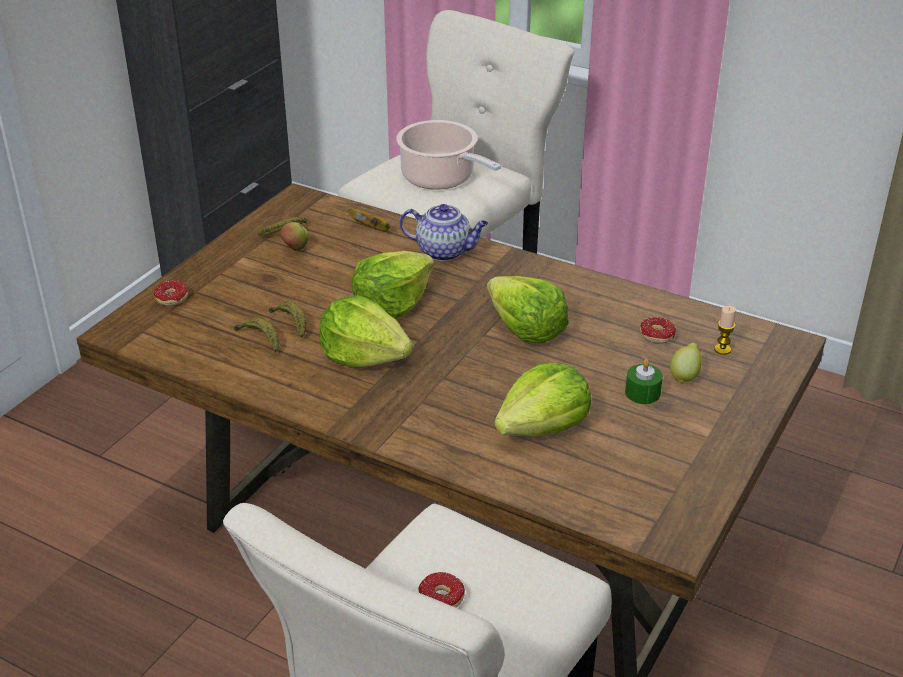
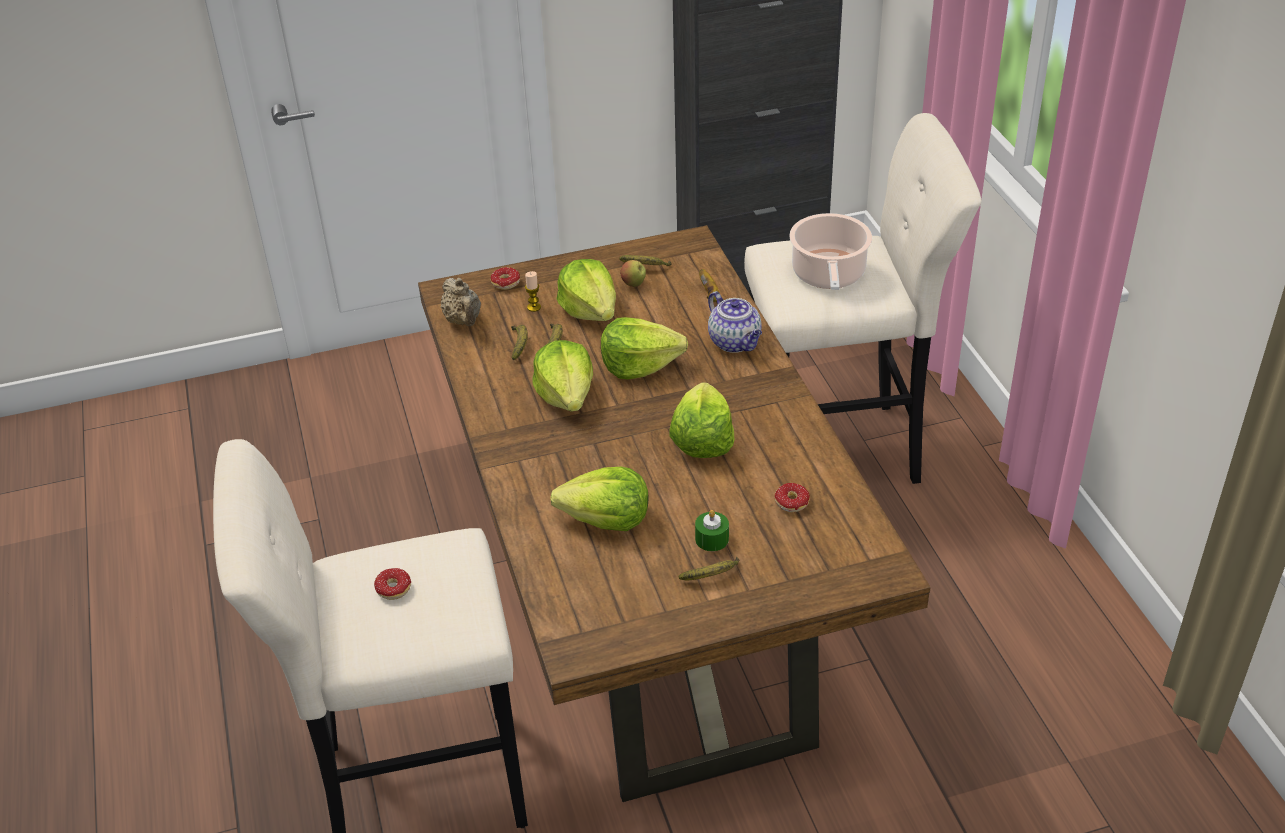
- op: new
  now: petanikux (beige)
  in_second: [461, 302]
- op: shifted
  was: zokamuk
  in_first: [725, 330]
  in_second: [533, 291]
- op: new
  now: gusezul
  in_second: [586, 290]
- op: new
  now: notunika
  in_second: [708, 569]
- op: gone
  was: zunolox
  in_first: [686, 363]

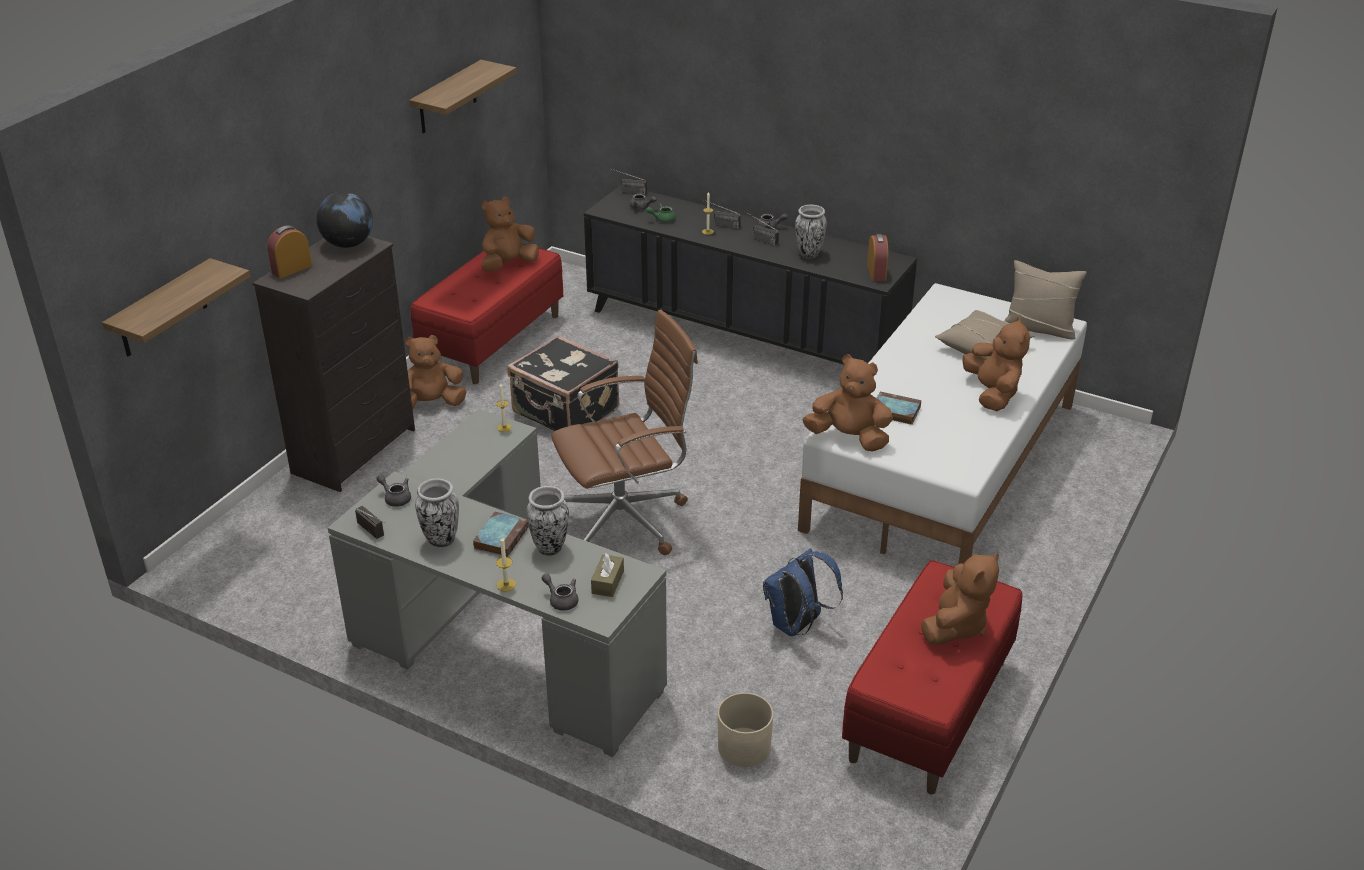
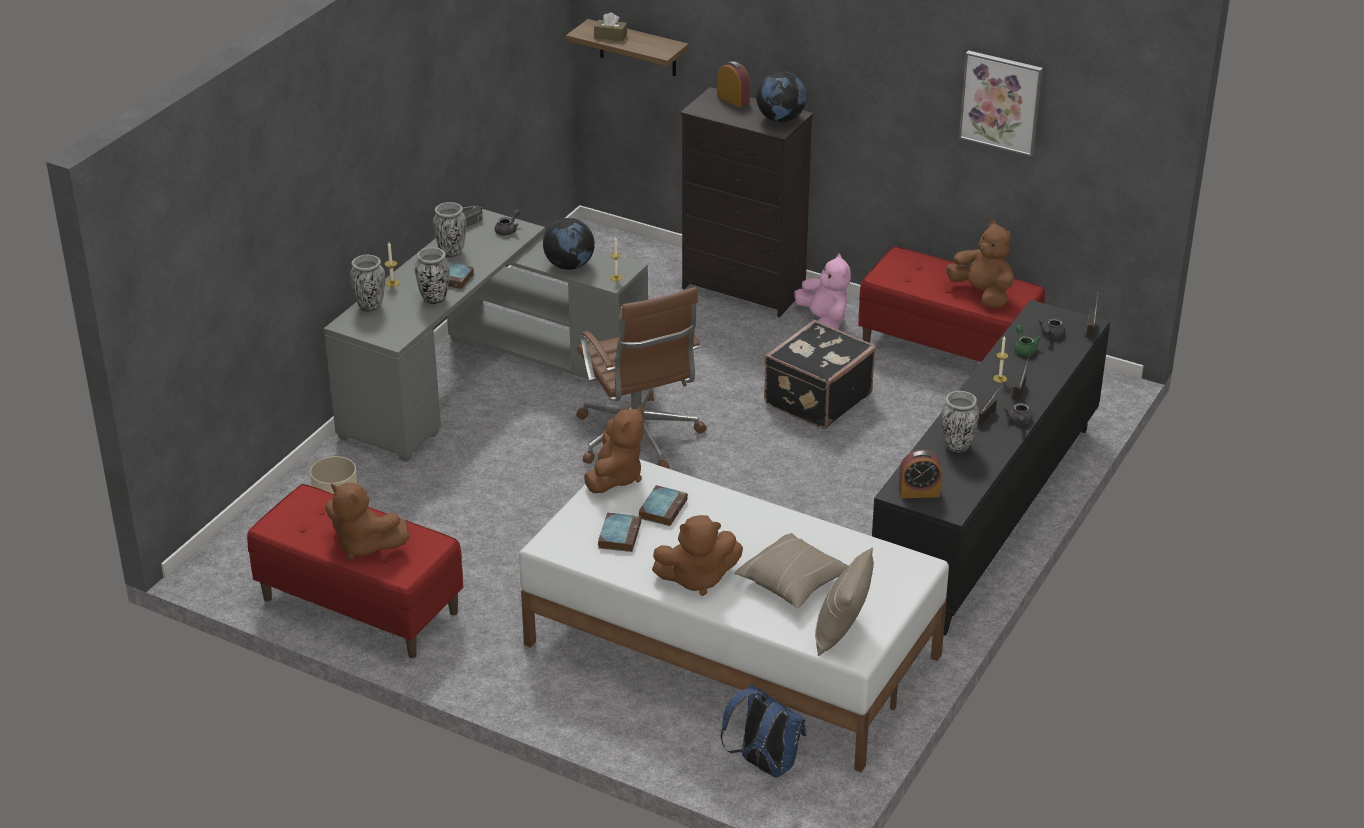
- op: swapped
  was: petanikux (grey)
  now: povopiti
  in_first: [559, 592]
  in_second: [367, 283]
- op: new
  now: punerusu
  in_second: [569, 244]
- op: shifted
  was: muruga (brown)
  in_first: [607, 575]
  in_second: [610, 26]
- op: new
  now: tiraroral
  in_second: [619, 532]
- op: shifted
  was: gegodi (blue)
  in_first: [803, 592]
  in_second: [764, 731]
- op: repainted
  was: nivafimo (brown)
  now: nivafimo (pink)
  in_first: [436, 372]
  in_second: [822, 291]
- op: swapped
  was: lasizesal
  now: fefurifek
  in_first: [463, 96]
  in_second: [1001, 103]

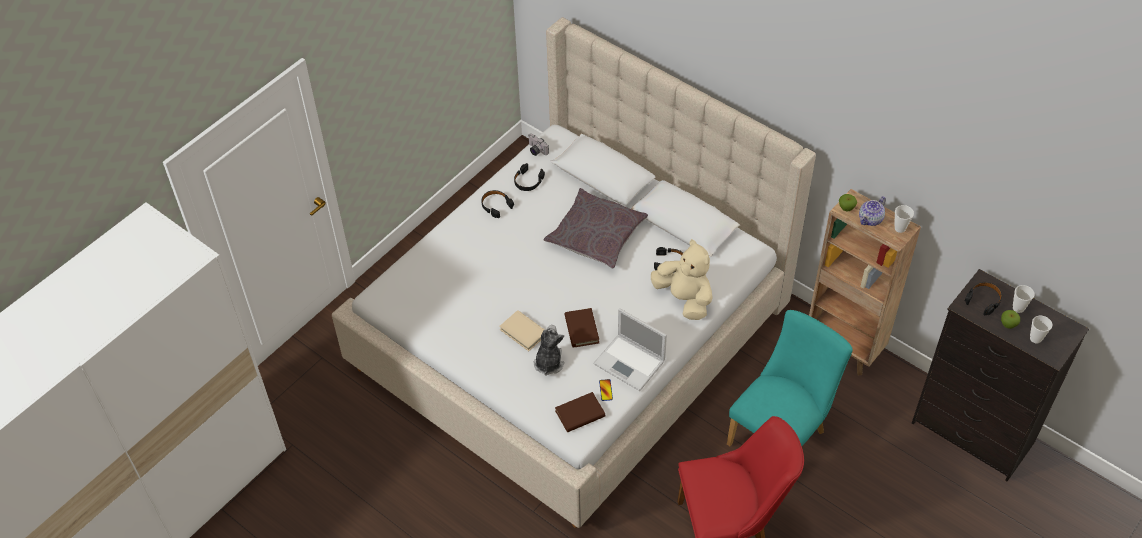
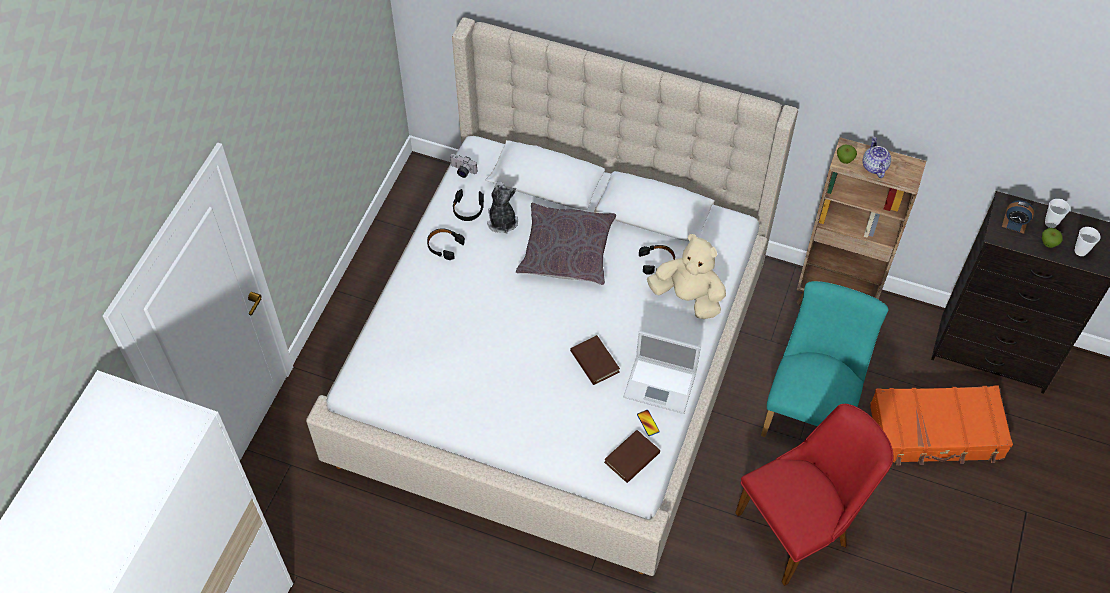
- op: shifted
  was: nivafimo
  in_first: [549, 350]
  in_second: [502, 207]
- op: rotated
  was: petanikux
  in_first: [872, 211]
  in_second: [876, 157]
  clockwise: 150
- op: new
  now: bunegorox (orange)
  in_second: [941, 425]
- op: swapped
  was: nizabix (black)
  now: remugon
  in_first: [983, 298]
  in_second: [1018, 217]
- op: gone
  was: tiraroral (beige)
  in_first: [522, 330]
- op: gone
  was: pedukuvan
  in_first: [904, 219]

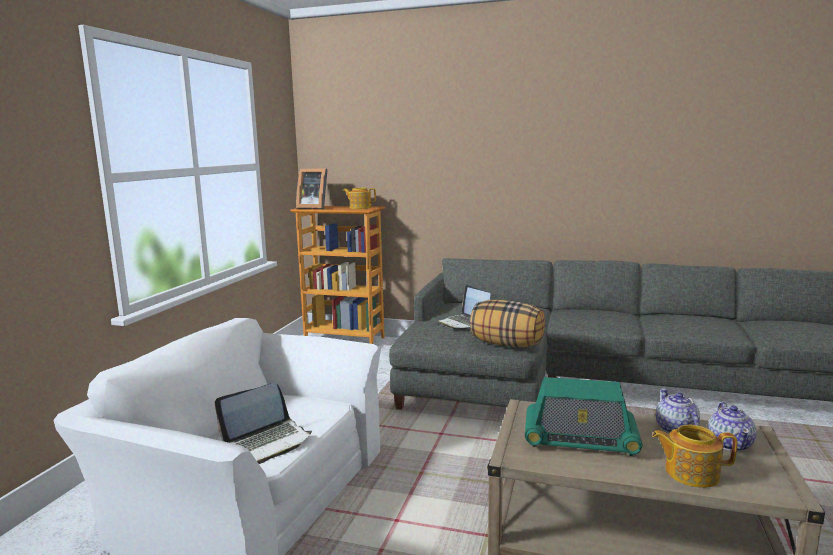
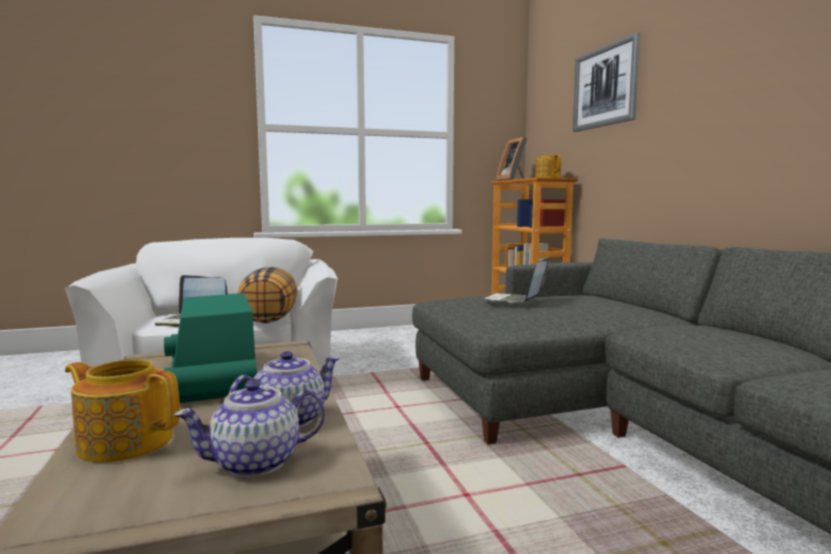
- op: rotated
  was: petanikux
  in_first: [694, 456]
  in_second: [122, 411]
  clockwise: -45
- op: shifted
  was: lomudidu
  in_first: [507, 323]
  in_second: [267, 295]
- op: new
  now: fefurifek
  in_second: [607, 82]

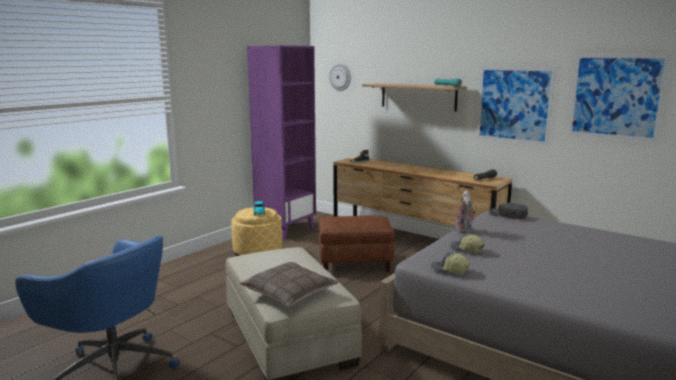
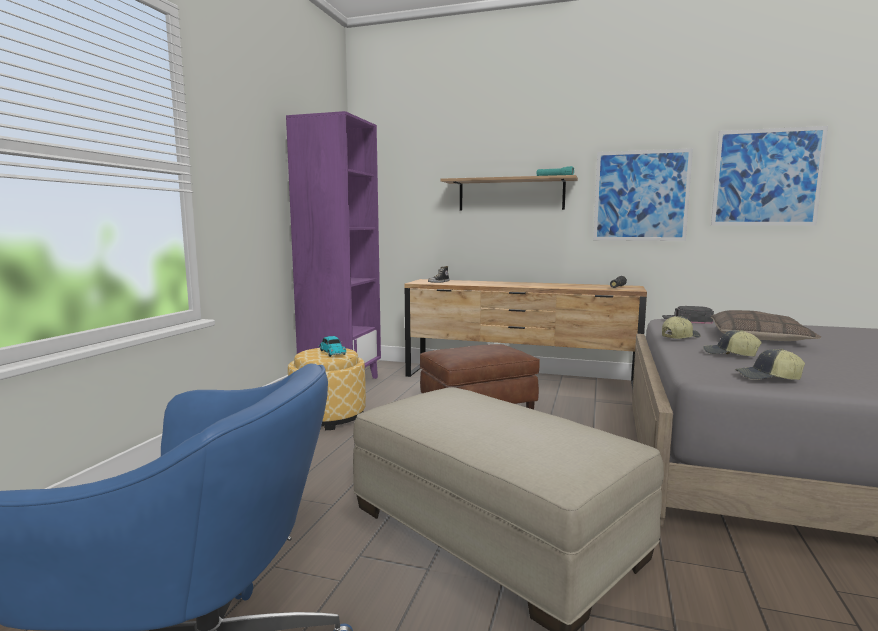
- op: swapped
  was: nivafimo
  now: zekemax
  in_first: [466, 211]
  in_second: [681, 327]
- op: shifted
  was: lomudidu
  in_first: [289, 284]
  in_second: [766, 325]
- op: gone
  was: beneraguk
  in_first: [340, 77]

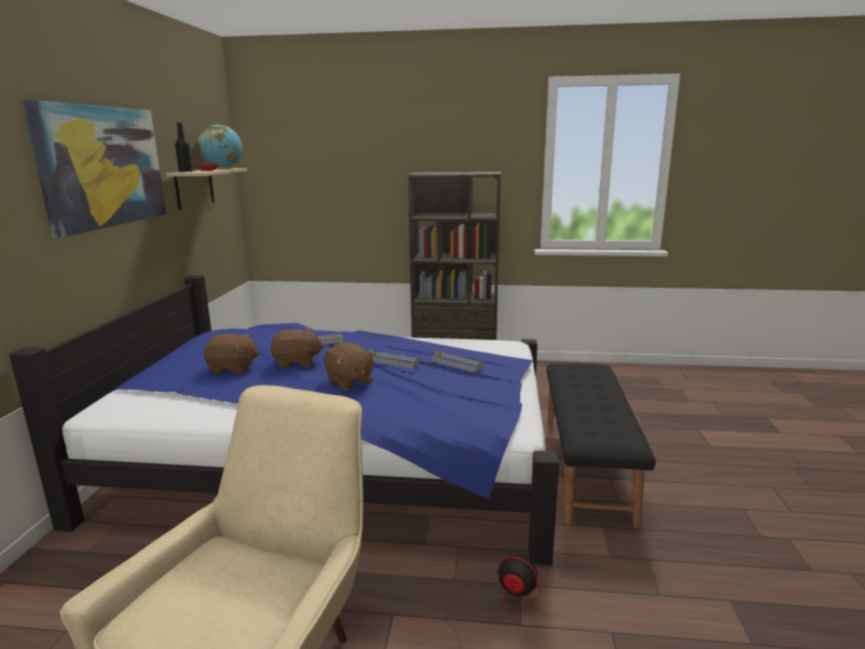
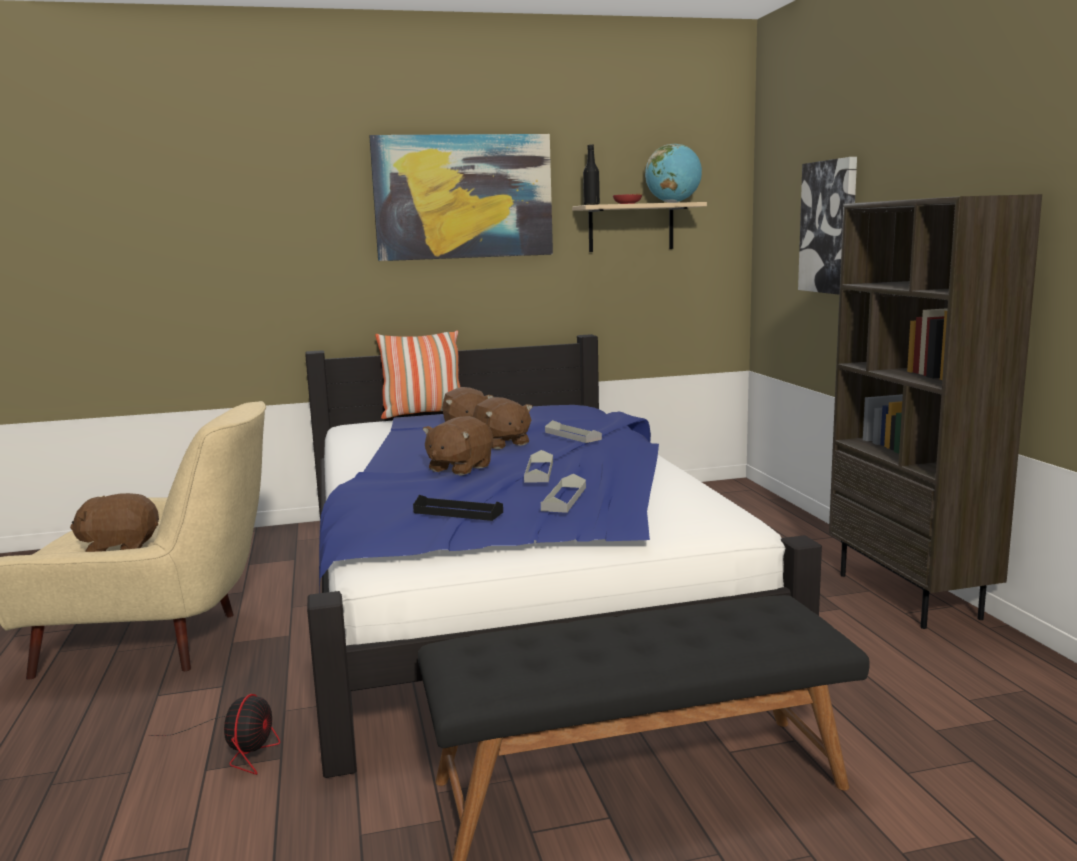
- op: new
  now: nivafimo (brown)
  in_second: [114, 522]
- op: new
  now: lomudidu
  in_second: [417, 374]
- op: new
  now: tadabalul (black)
  in_second: [458, 508]
- op: new
  now: fefurifek
  in_second: [827, 226]

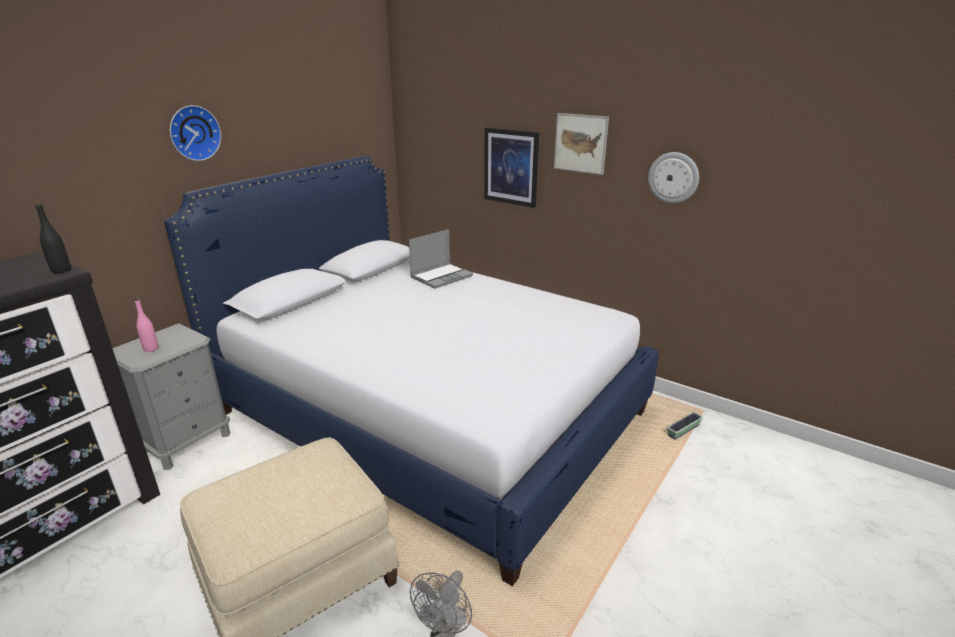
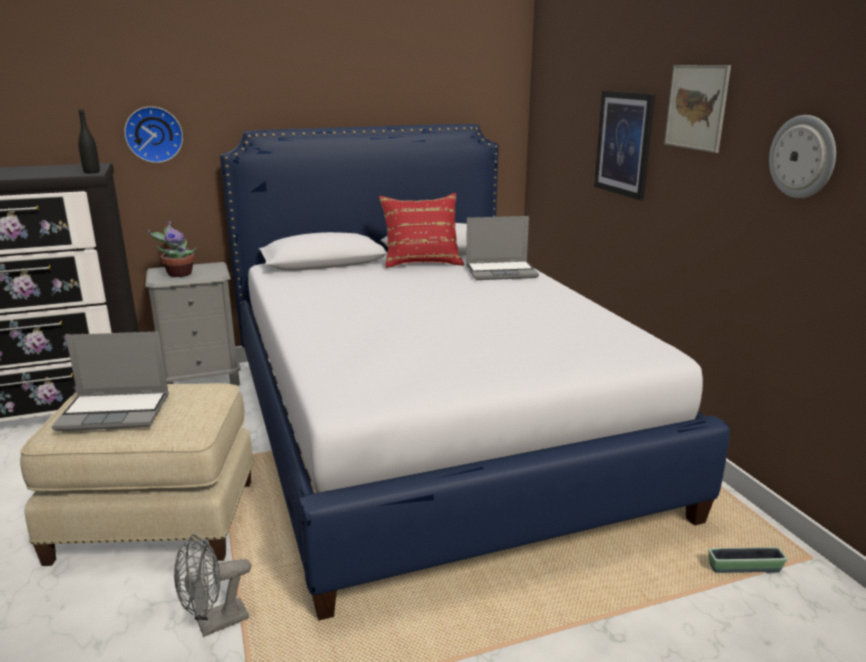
- op: new
  now: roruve
  in_second: [110, 381]
- op: shifted
  was: beneraguk
  in_first: [195, 133]
  in_second: [153, 134]
- op: swapped
  was: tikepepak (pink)
  now: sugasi
  in_first: [147, 325]
  in_second: [172, 249]
- op: new
  now: lomudidu (red)
  in_second: [421, 230]

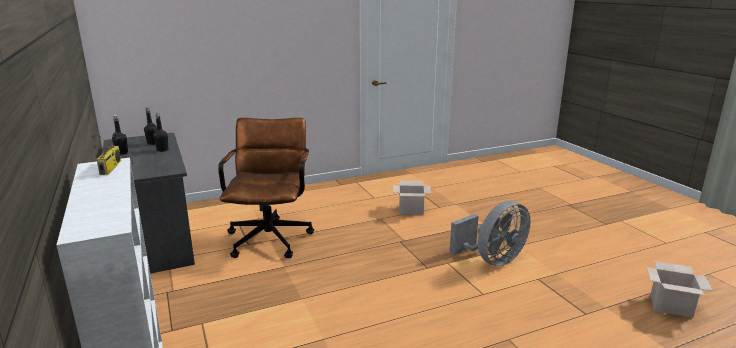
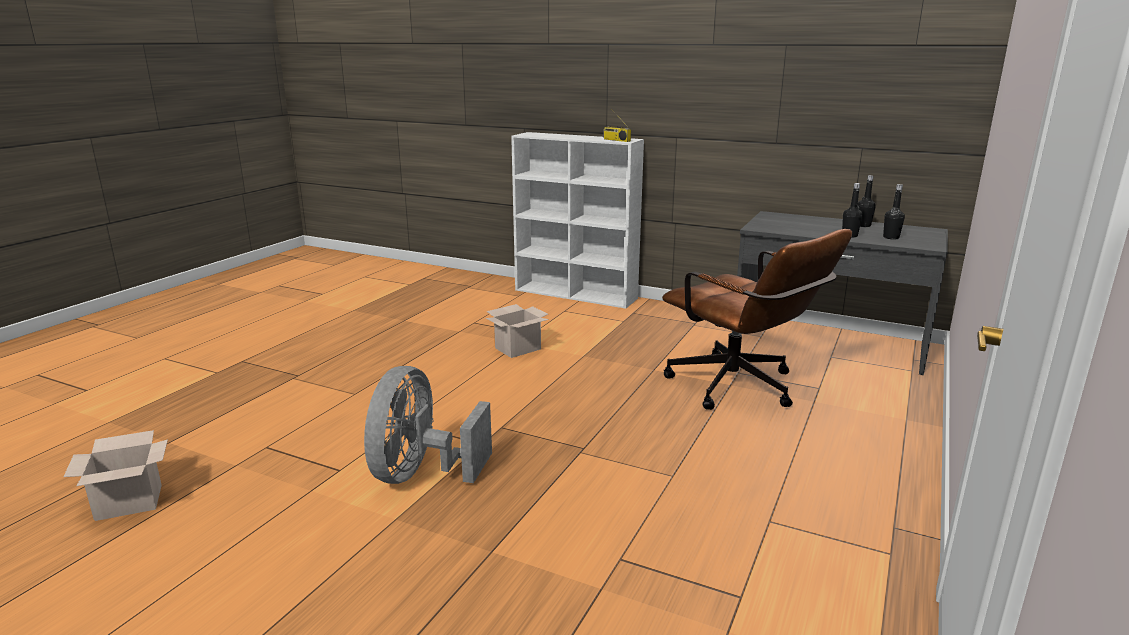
- op: shifted
  was: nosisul
  in_first: [412, 198]
  in_second: [517, 331]

